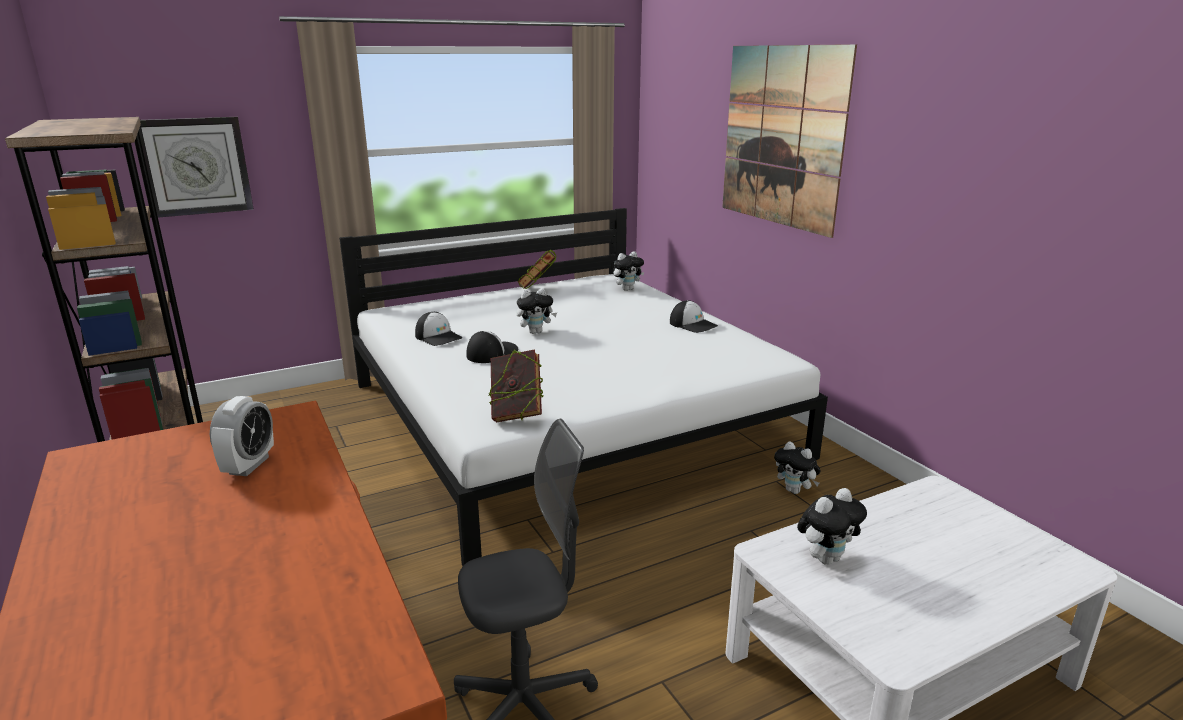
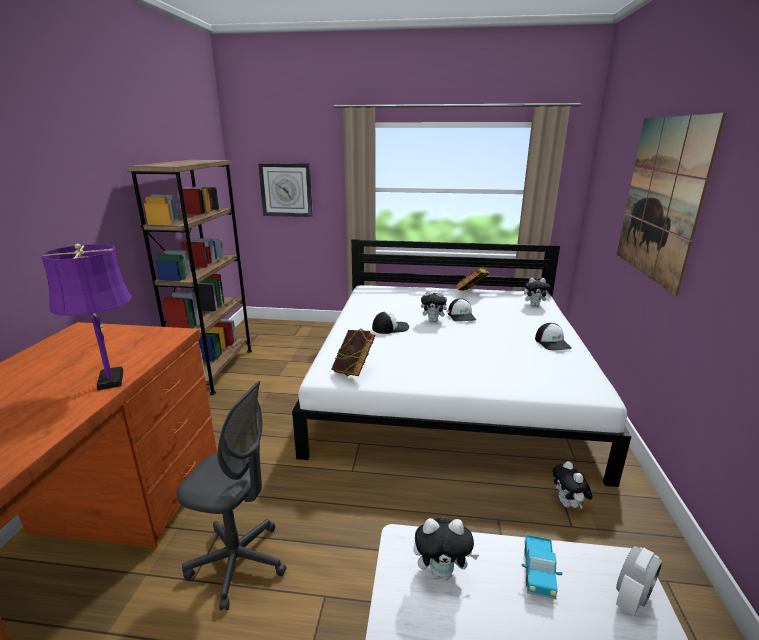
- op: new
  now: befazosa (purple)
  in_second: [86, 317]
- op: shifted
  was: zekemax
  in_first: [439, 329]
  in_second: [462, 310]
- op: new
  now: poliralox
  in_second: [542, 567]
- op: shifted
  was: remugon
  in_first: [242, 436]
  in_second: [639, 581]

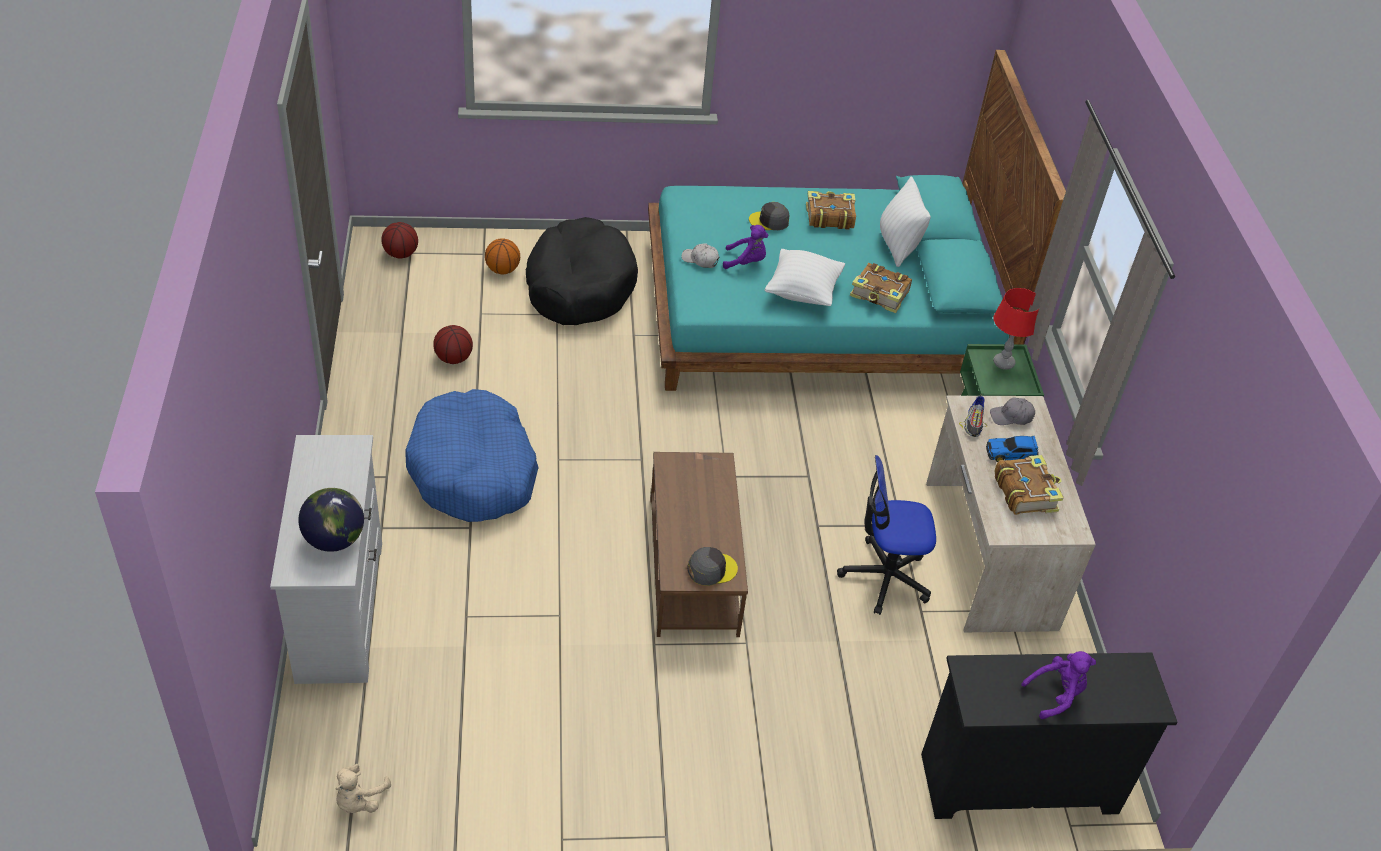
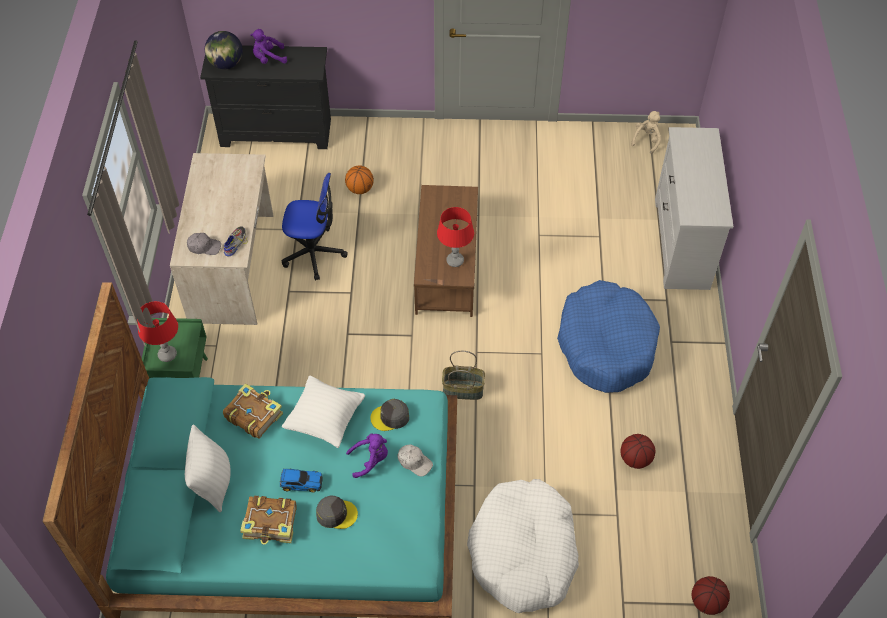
- op: shifted
  was: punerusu
  in_first: [331, 520]
  in_second: [224, 50]
- op: shifted
  was: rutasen
  in_first: [1012, 449]
  in_second: [301, 481]
- op: shifted
  was: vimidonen
  in_first: [502, 256]
  in_second: [359, 179]
- op: rotated
  was: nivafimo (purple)
  in_first: [745, 247]
  in_second: [367, 456]
  clockwise: 150
- op: shifted
  was: zekemax (grey)
  in_first: [713, 566]
  in_second: [389, 415]
- op: new
  now: befazosa (red)
  in_second: [455, 237]
- op: new
  now: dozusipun
  in_second: [463, 375]
- op: repainted
  was: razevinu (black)
  now: razevinu (white)
  in_first: [582, 271]
  in_second: [523, 546]
- op: gone
  was: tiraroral
  in_first: [1029, 485]

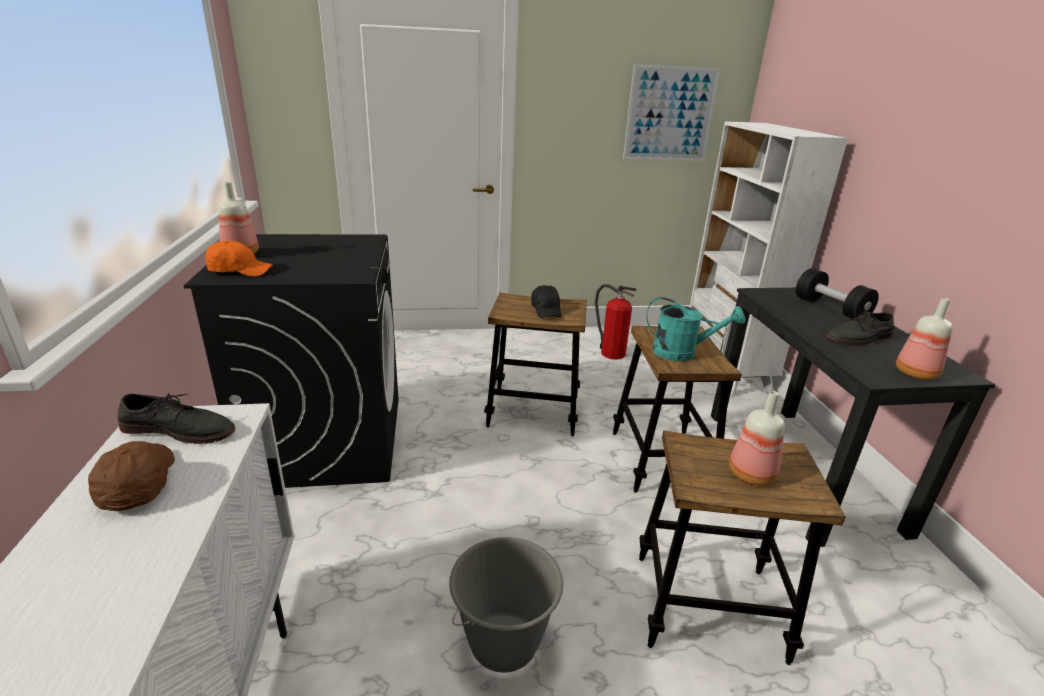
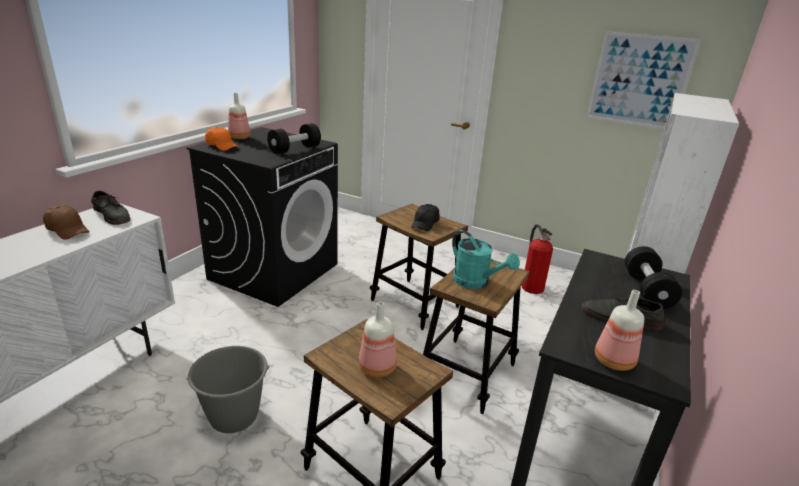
- op: rotated
  was: zekemax (brown)
  in_first: [131, 476]
  in_second: [66, 222]
  clockwise: 105
- op: new
  now: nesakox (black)
  in_second: [294, 138]

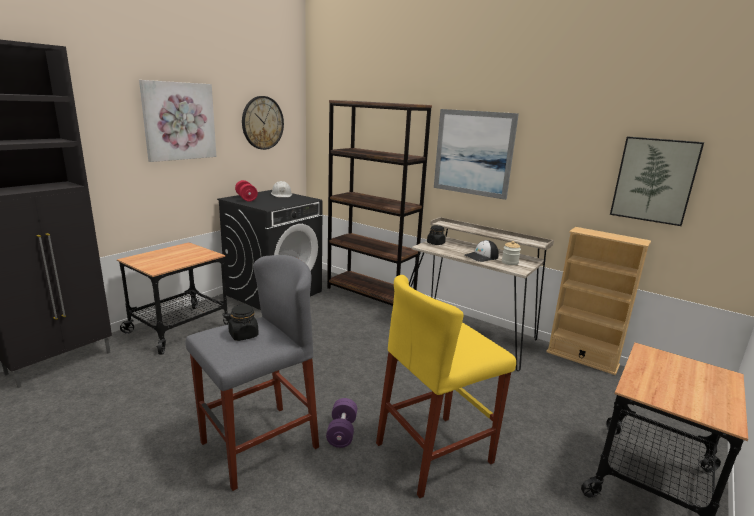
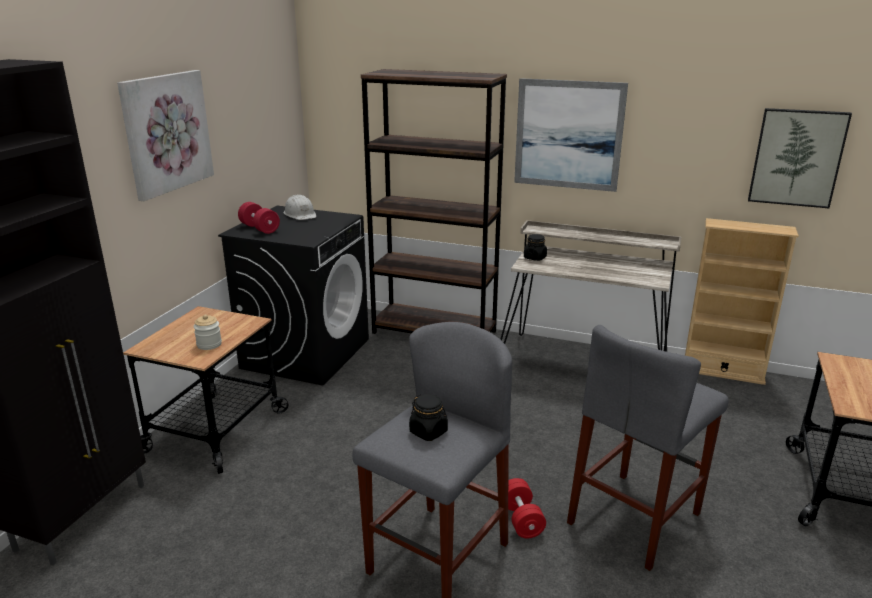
- op: shifted
  was: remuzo
  in_first: [511, 253]
  in_second: [208, 332]
- op: repainted
  was: nesakox (purple)
  now: nesakox (red)
  in_first: [341, 423]
  in_second: [527, 508]
- op: repainted
  was: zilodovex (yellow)
  now: zilodovex (grey)
  in_first: [446, 386]
  in_second: [648, 448]
- op: gone
  was: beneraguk
  in_first: [263, 123]
- op: gone
  was: zekemax
  in_first: [482, 251]

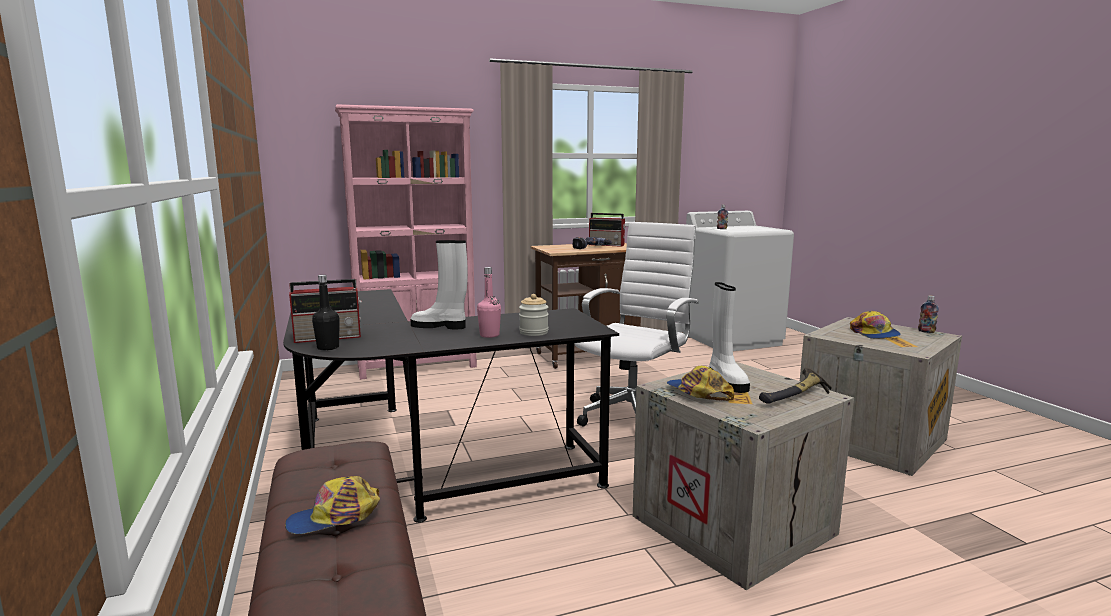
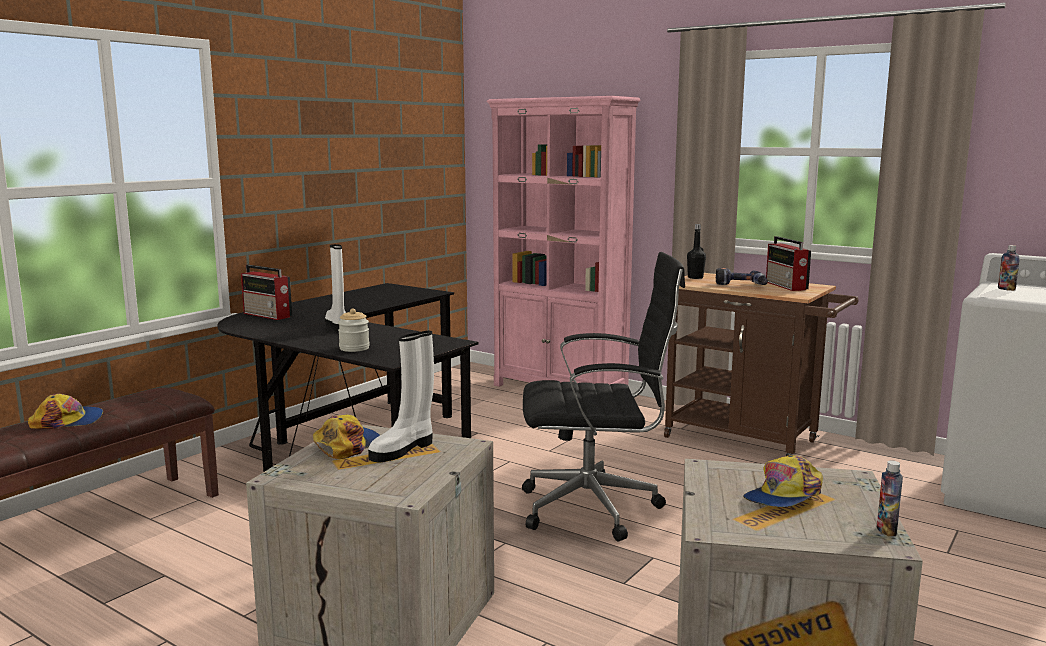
- op: rotated
  was: zekemax
  in_first: [332, 505]
  in_second: [65, 411]
  clockwise: 135
- op: repainted
  was: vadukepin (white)
  now: vadukepin (black)
  in_first: [636, 324]
  in_second: [603, 397]
- op: shifted
  was: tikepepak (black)
  in_first: [326, 313]
  in_second: [696, 251]
- op: gone
  was: tikepepak (pink)
  in_first: [489, 302]
- op: gone
  was: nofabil
  in_first: [795, 385]

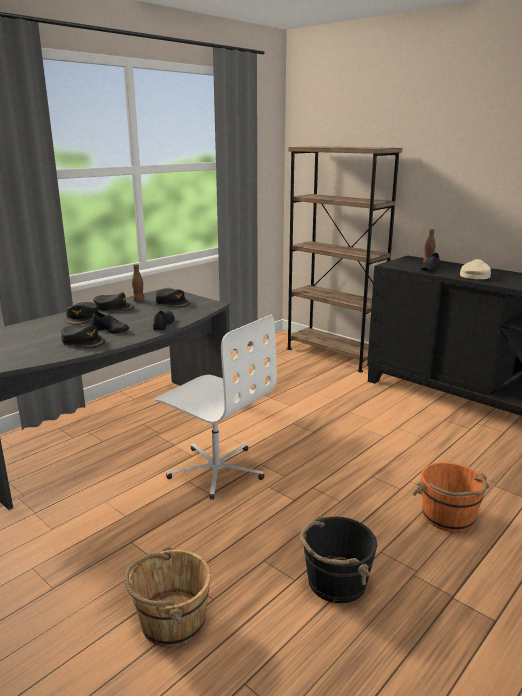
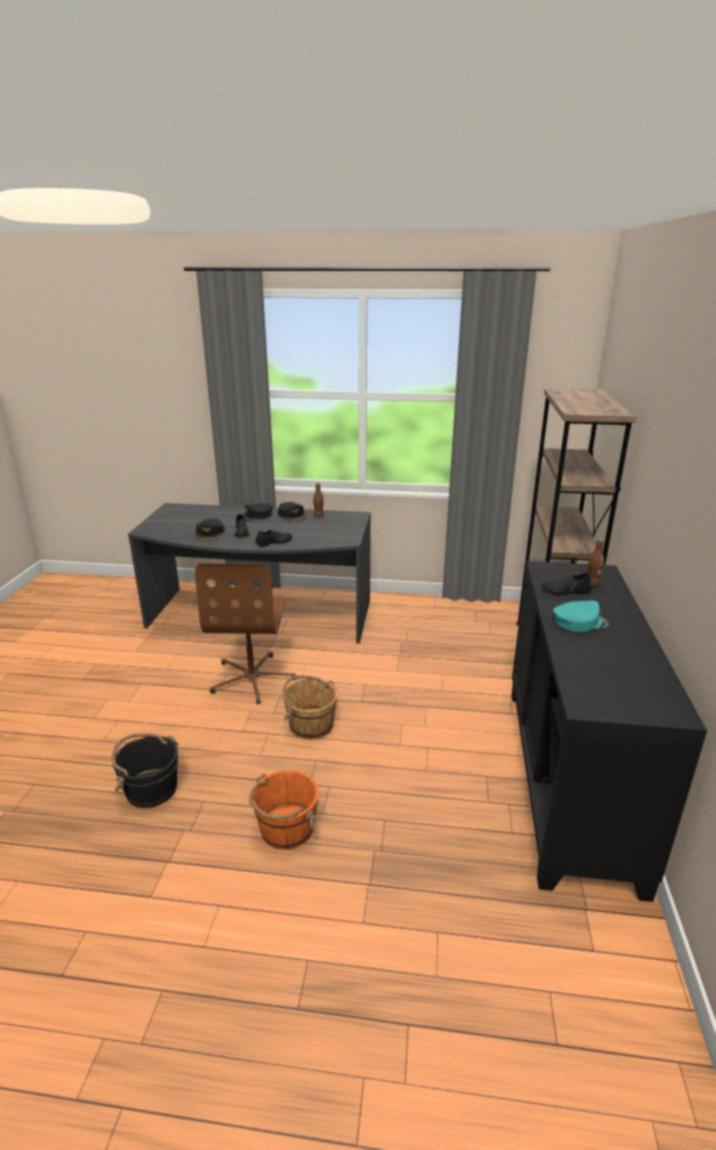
- op: repainted
  was: vadukepin (white)
  now: vadukepin (brown)
  in_first: [216, 407]
  in_second: [245, 633]
- op: shifted
  was: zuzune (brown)
  in_first: [167, 597]
  in_second: [310, 707]
- op: repainted
  was: zekemax (beige)
  now: zekemax (turquoise)
  in_first: [475, 269]
  in_second: [581, 616]
- op: gone
  was: zekemax (black)
  in_first: [172, 298]

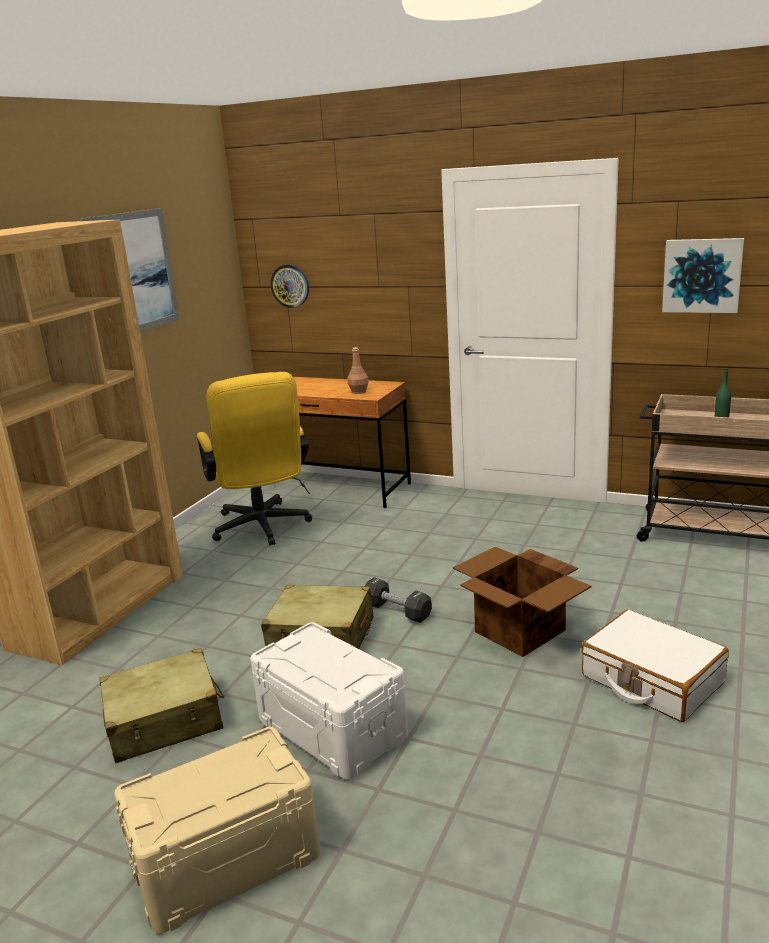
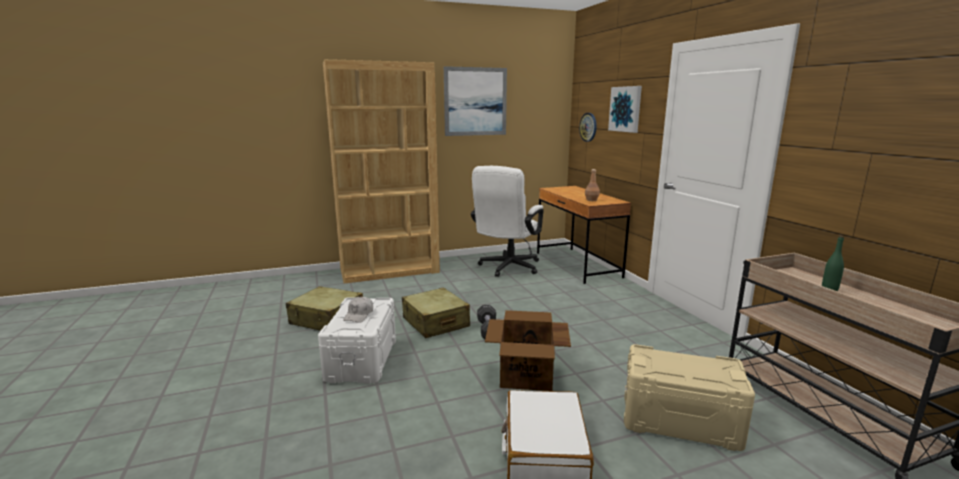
- op: new
  now: zekemax (white)
  in_second: [358, 310]
- op: repainted
  was: vadukepin (yellow)
  now: vadukepin (white)
  in_first: [254, 458]
  in_second: [507, 221]
- op: shifted
  was: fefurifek
  in_first: [703, 275]
  in_second: [625, 109]
- op: shifted
  was: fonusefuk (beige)
  in_first: [217, 830]
  in_second: [689, 397]

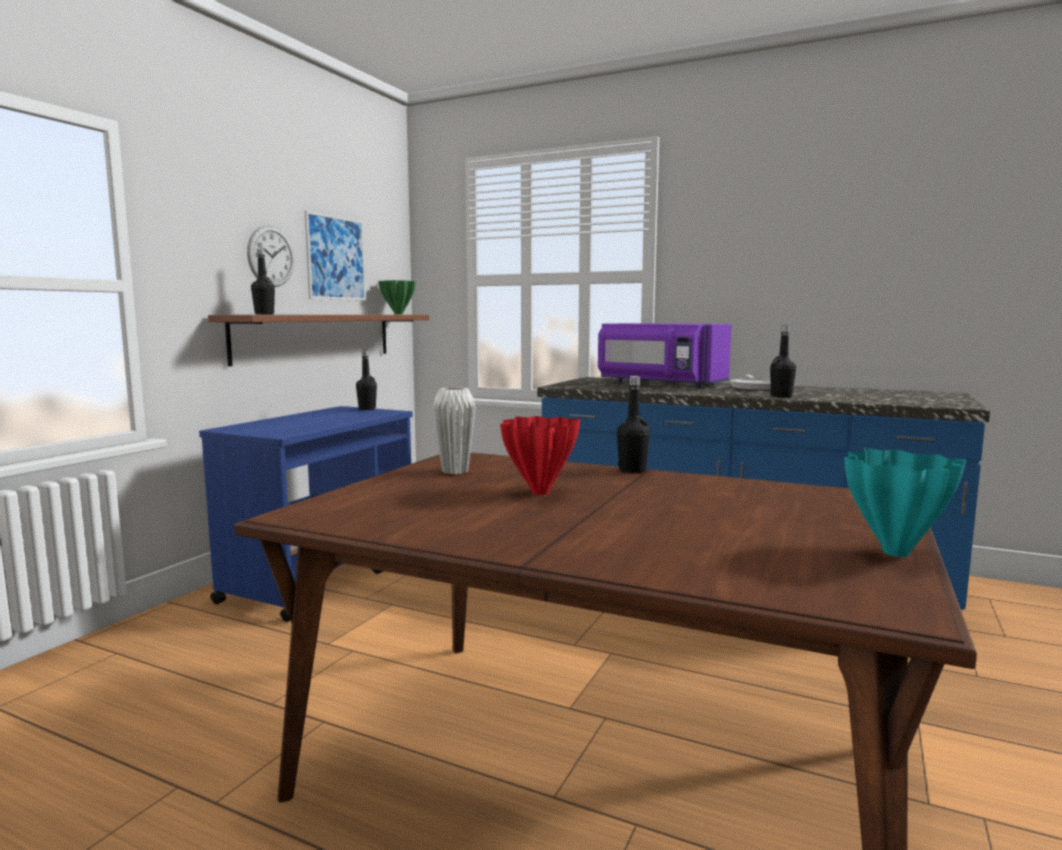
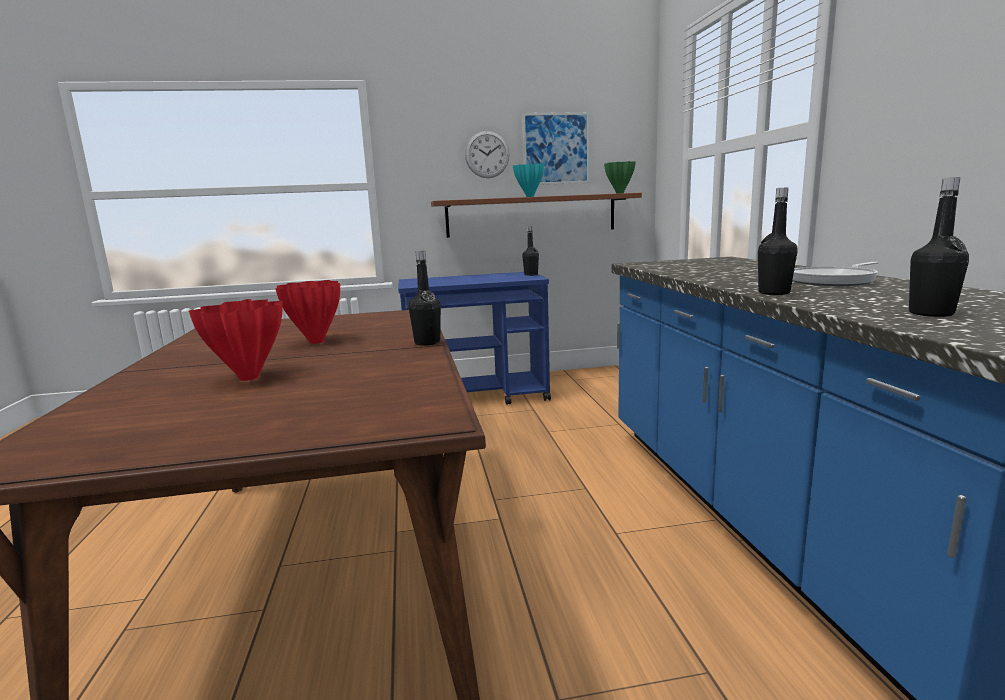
- op: new
  now: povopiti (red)
  in_second: [236, 340]
- op: shifted
  was: povopiti (turquoise)
  in_first: [905, 502]
  in_second: [528, 180]
- op: shifted
  was: tikepepak (black)
  in_first: [263, 281]
  in_second: [939, 247]
- op: gone
  was: povopiti (white)
  in_first: [454, 430]
- op: gone
  was: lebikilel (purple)
  in_first: [664, 355]

